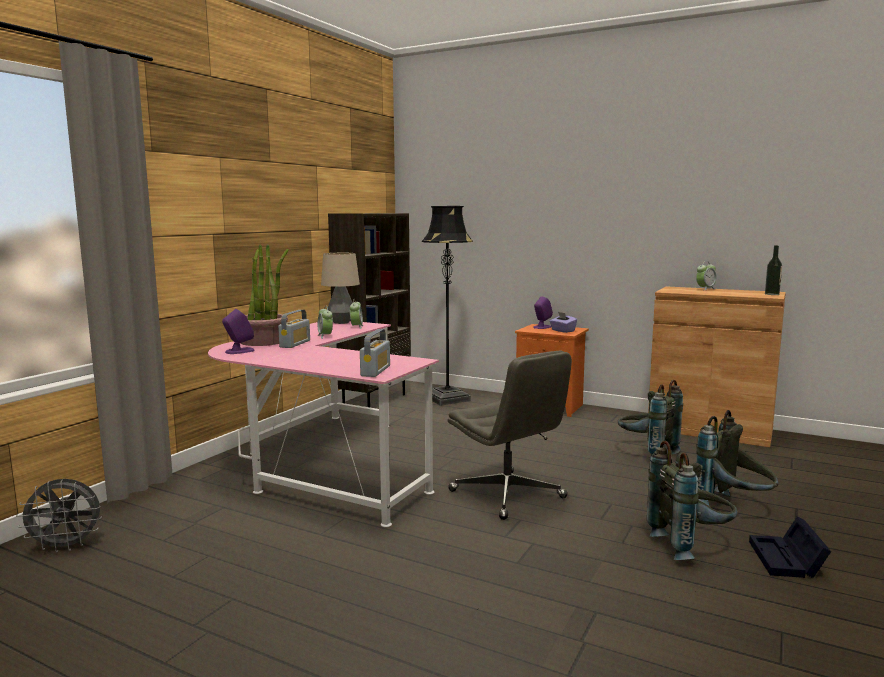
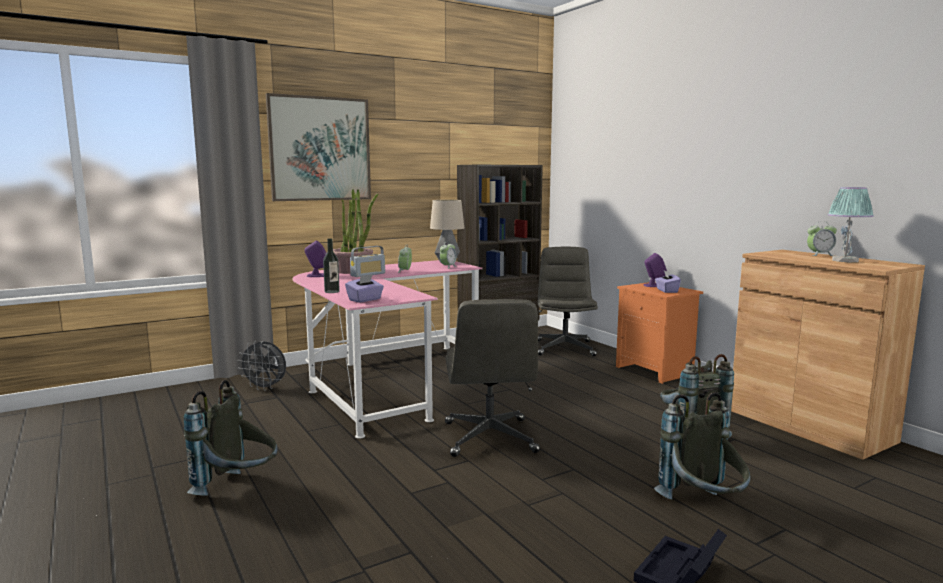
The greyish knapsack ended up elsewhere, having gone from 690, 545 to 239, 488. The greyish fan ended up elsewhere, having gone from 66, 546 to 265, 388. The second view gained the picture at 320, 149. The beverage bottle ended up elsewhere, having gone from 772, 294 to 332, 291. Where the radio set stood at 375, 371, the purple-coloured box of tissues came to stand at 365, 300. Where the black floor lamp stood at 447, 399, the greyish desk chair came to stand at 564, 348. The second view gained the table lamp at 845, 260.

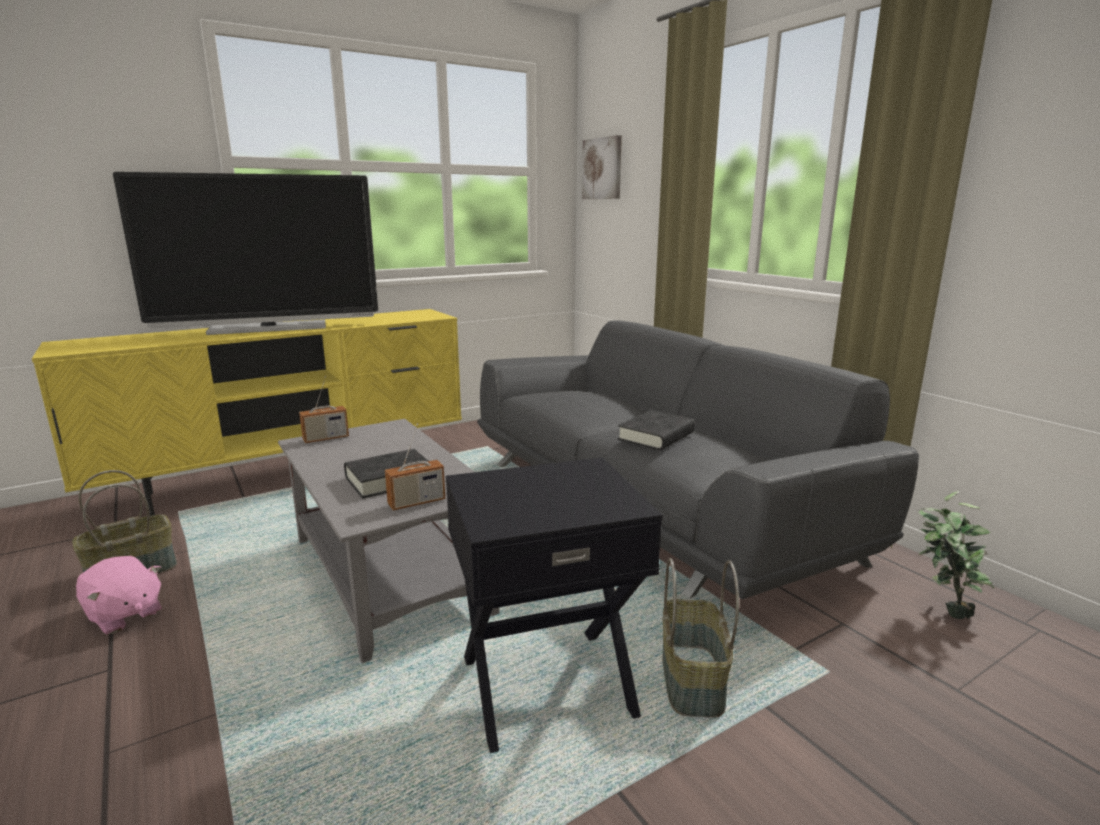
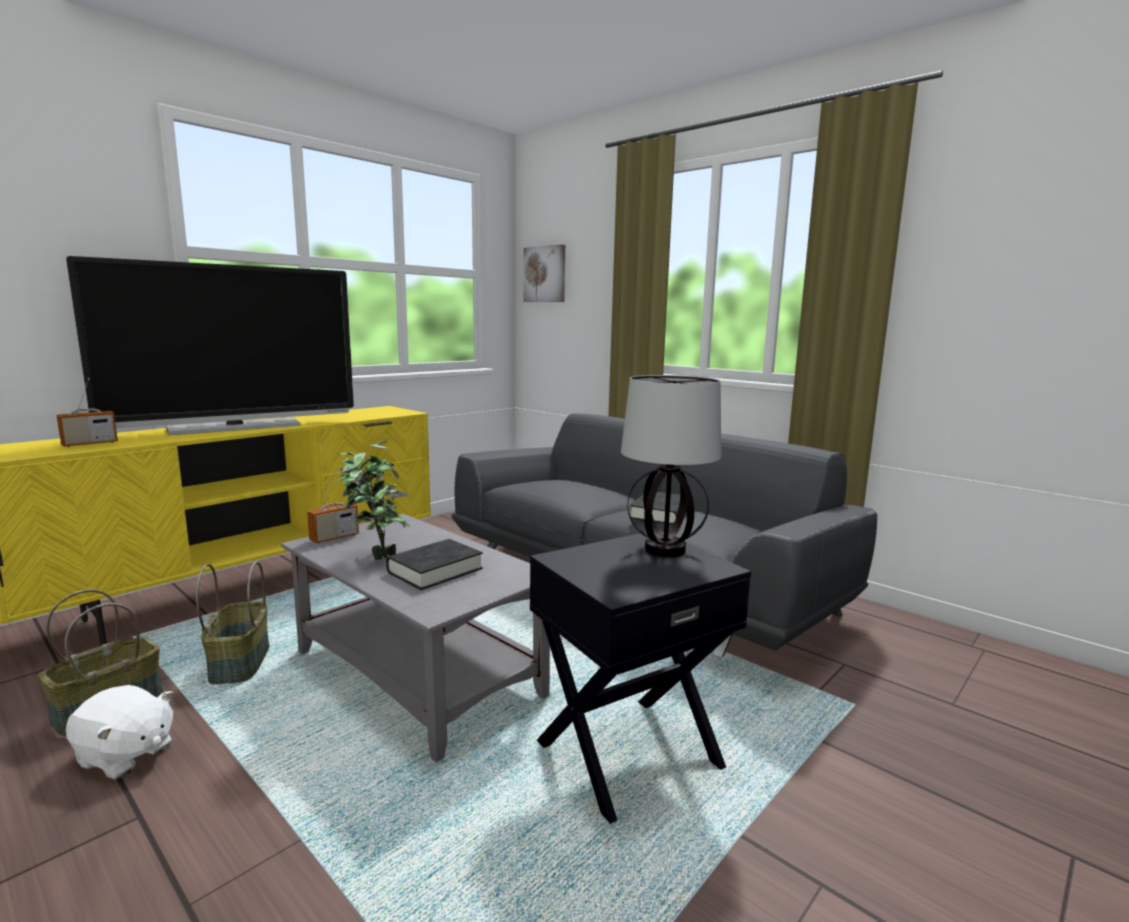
The radio set ended up elsewhere, having gone from 416, 502 to 90, 444. What was the pink-coloured cuddly toy at 124, 615 turned into the white cuddly toy at 125, 756. The household basket ended up elsewhere, having gone from 690, 679 to 239, 662. The potted plant ended up elsewhere, having gone from 942, 609 to 375, 555. The second view gained the table lamp at 664, 550.

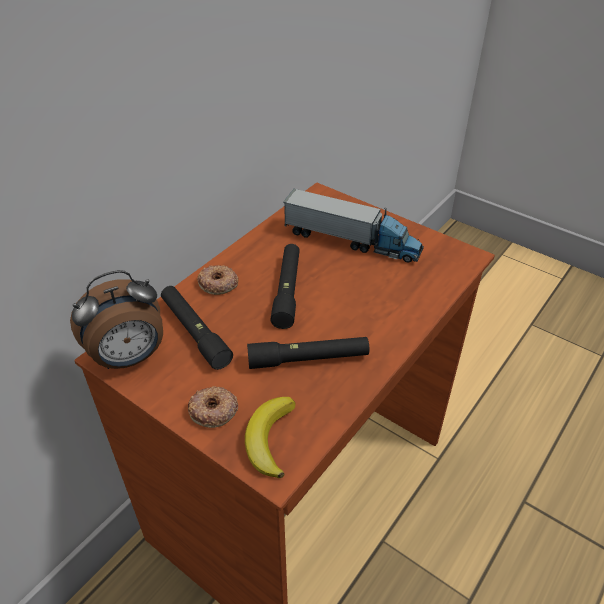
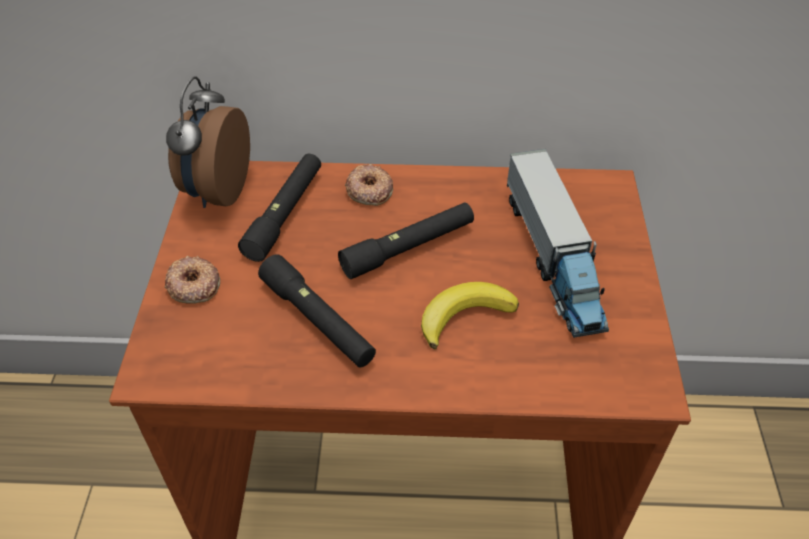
The alarm clock at 129, 358 ended up facing another way, 75 degrees clockwise from before. The banana ended up elsewhere, having gone from 269, 439 to 464, 316.

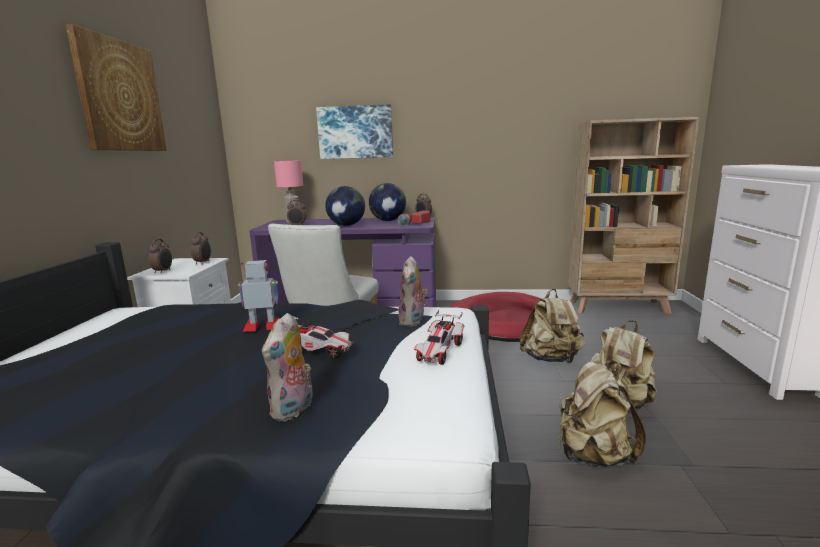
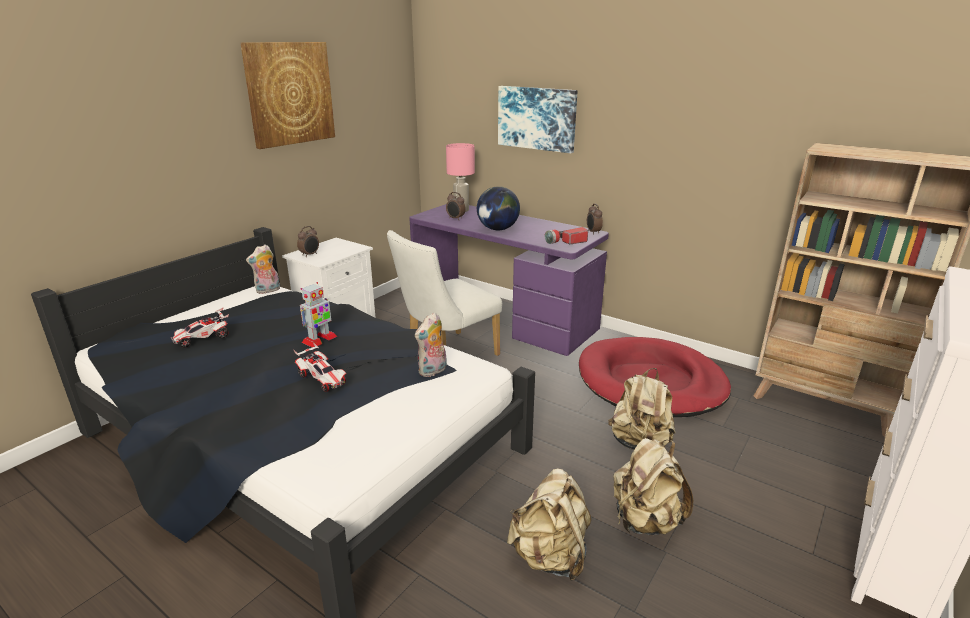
The model car ended up elsewhere, having gone from 440, 352 to 203, 339. The cuddly toy ended up elsewhere, having gone from 293, 410 to 268, 291. The robot figure at 263, 326 ended up facing another way, 105 degrees clockwise from before. The second view lost the alarm clock at 203, 262. The second view lost the desk globe at 388, 220.

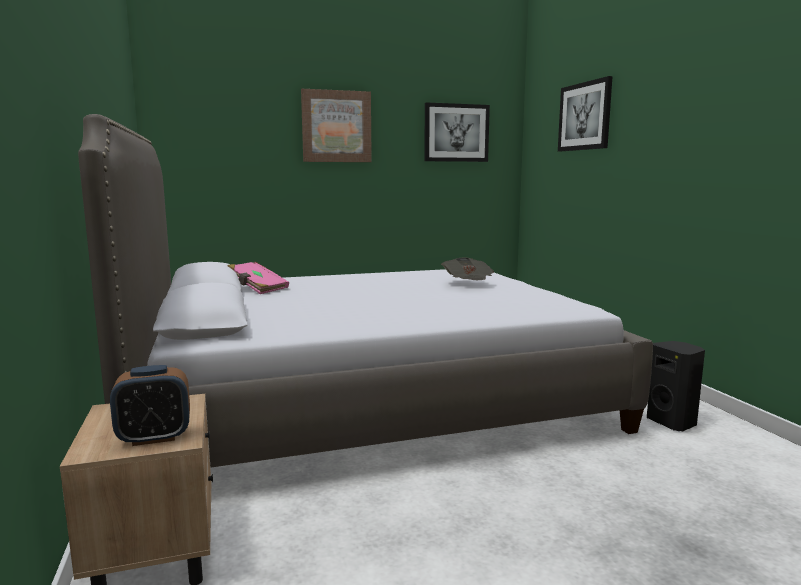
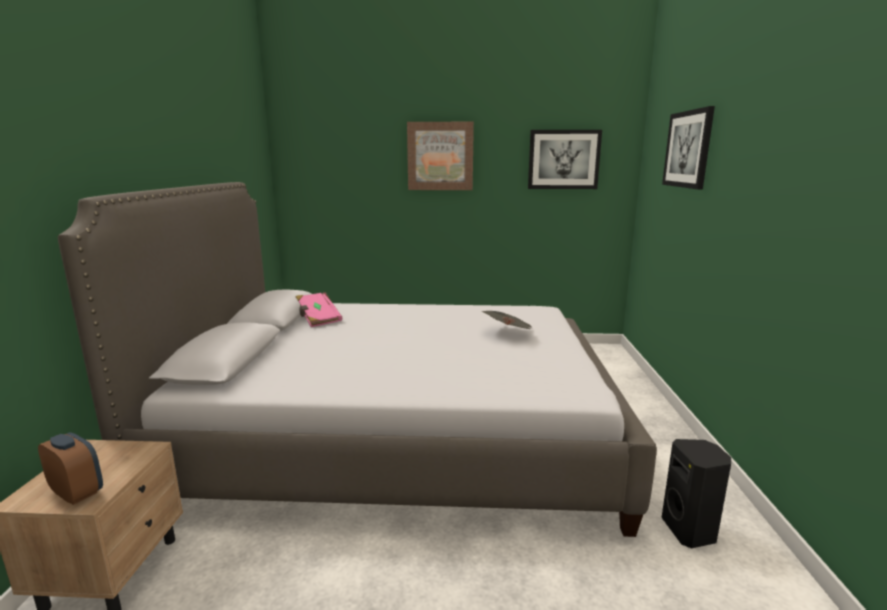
The alarm clock at 154, 437 ended up facing another way, 150 degrees counterclockwise from before.

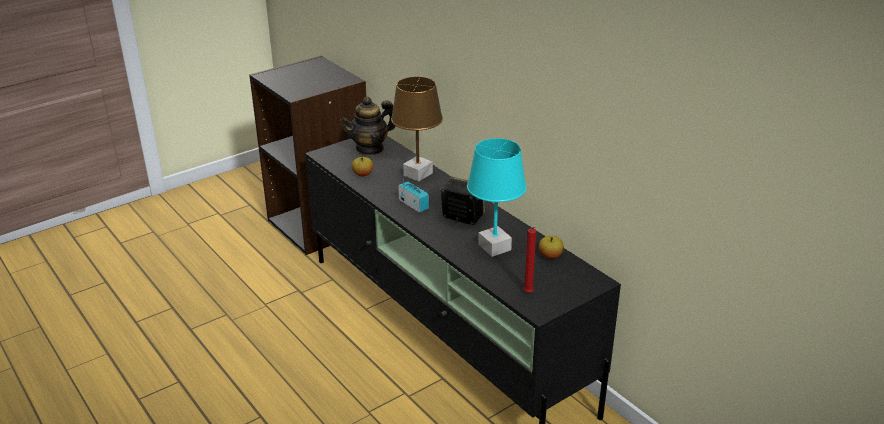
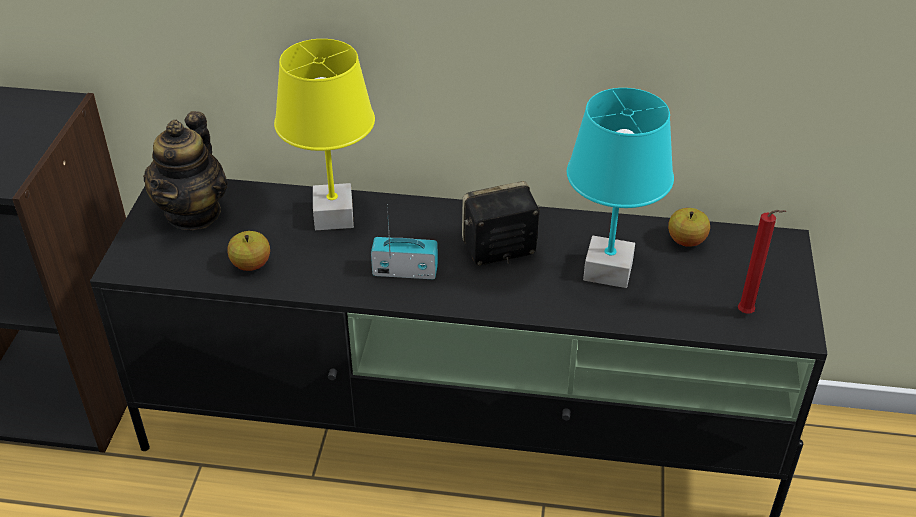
What was the brown table lamp at 418, 174 turned into the yellowish table lamp at 333, 216.

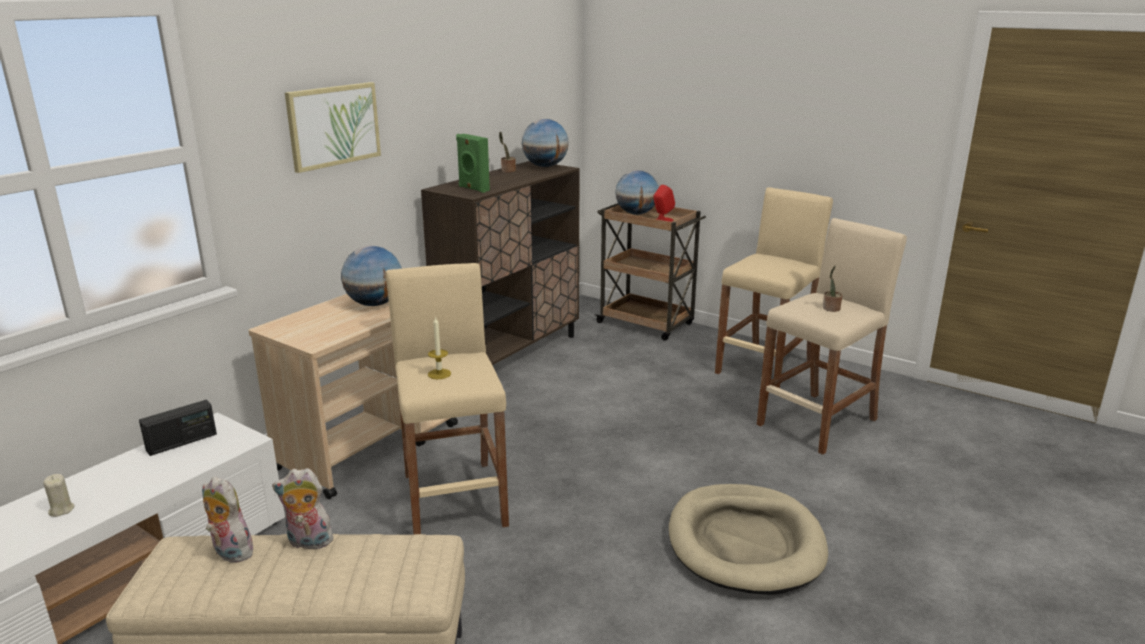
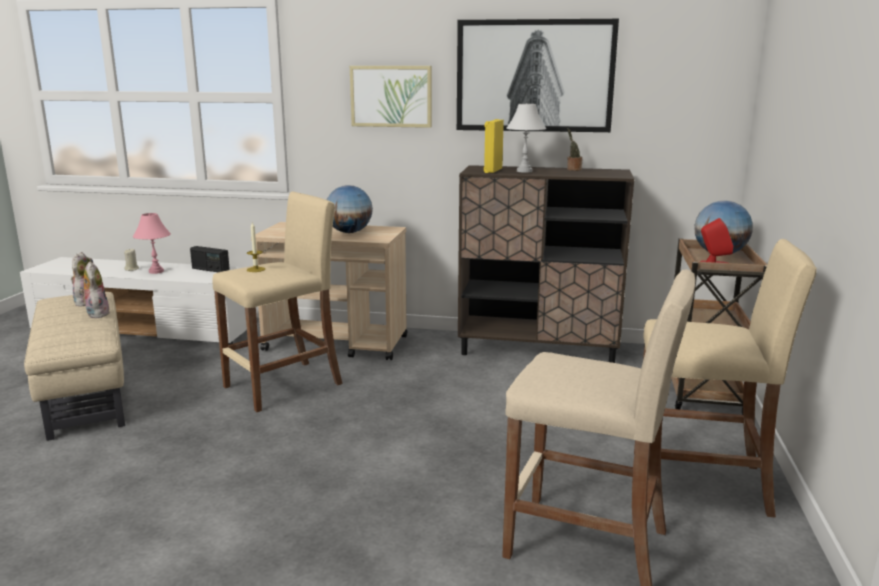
The second view gained the pink-coloured table lamp at 156, 271. The second view gained the picture at 534, 76. What was the green audio speaker at 473, 189 turned into the yellowish audio speaker at 492, 170. The second view gained the white table lamp at 524, 171. The second view lost the desk globe at 545, 166. The second view lost the beige pet bed at 745, 543. The second view lost the potted plant at 831, 309.

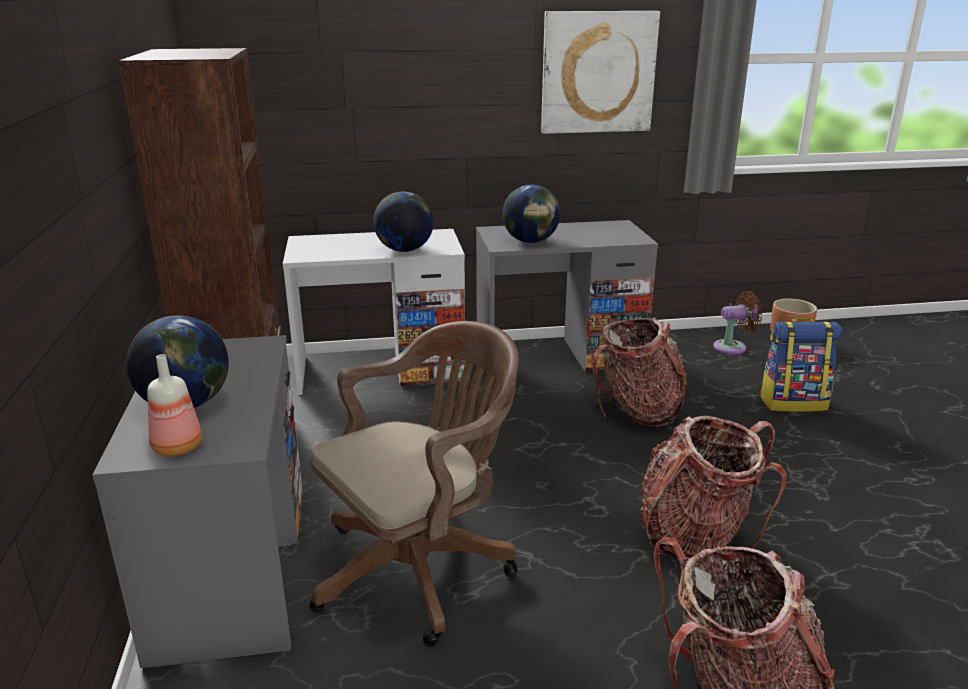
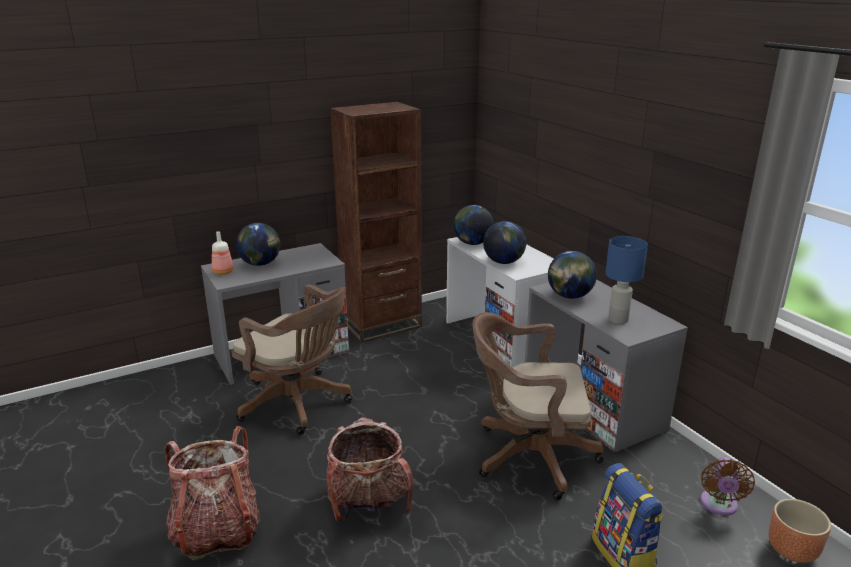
The second view gained the desk globe at 472, 243. Where the knapsack stood at 635, 411, the brown desk chair came to stand at 528, 456. The second view gained the blue table lamp at 617, 320. The brown fan at 733, 347 ended up facing another way, 45 degrees clockwise from before. The second view lost the picture at 598, 72.

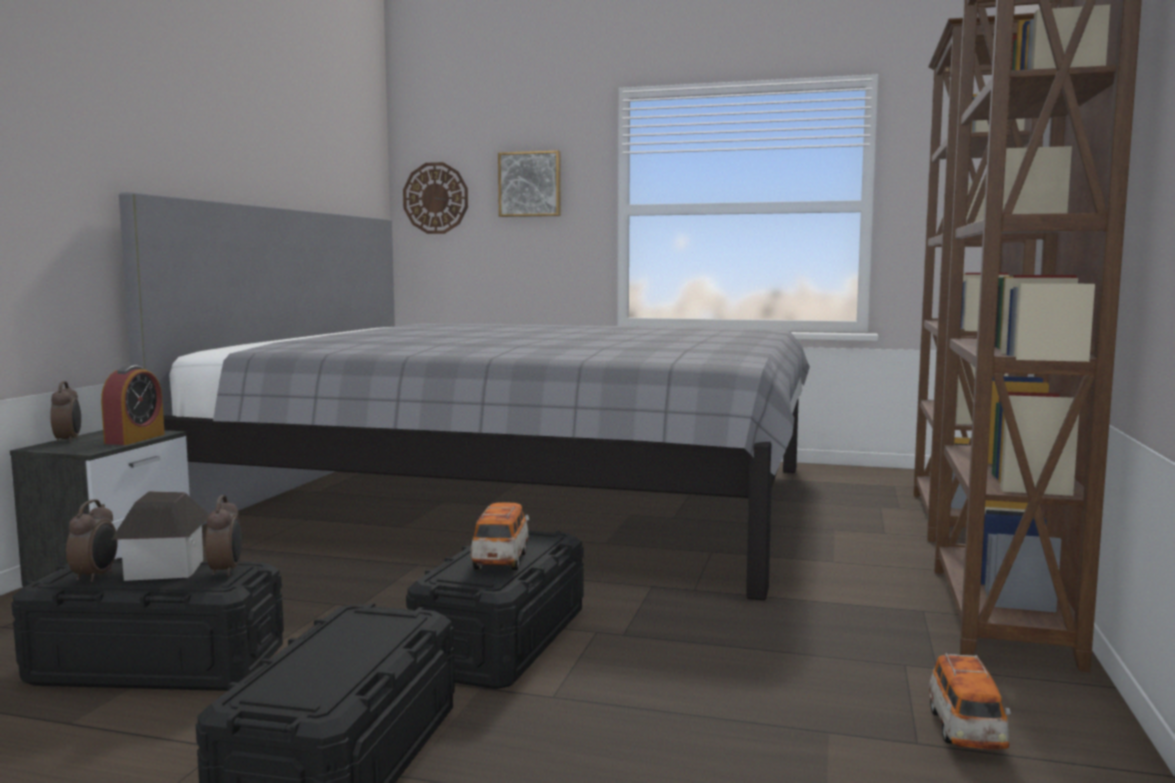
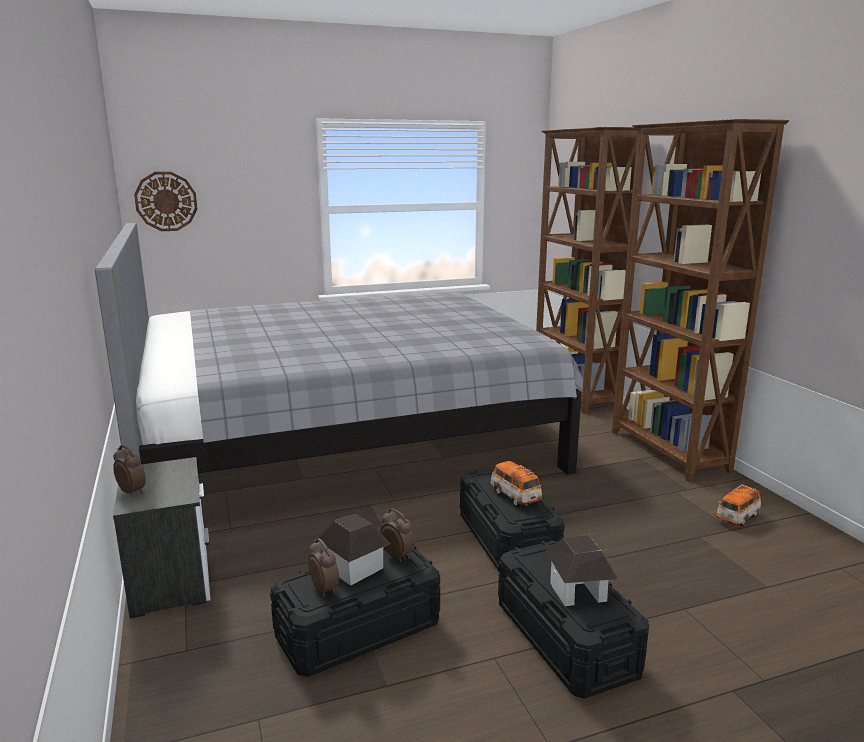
The second view gained the toy house at 578, 591. The model car at 965, 731 ended up facing another way, 75 degrees clockwise from before. The second view lost the alarm clock at 135, 439. The second view lost the picture at 530, 184.

